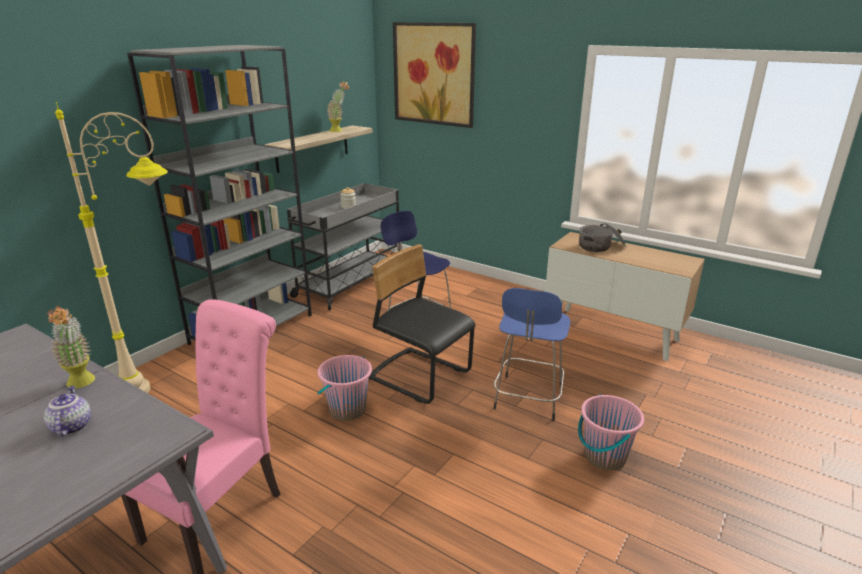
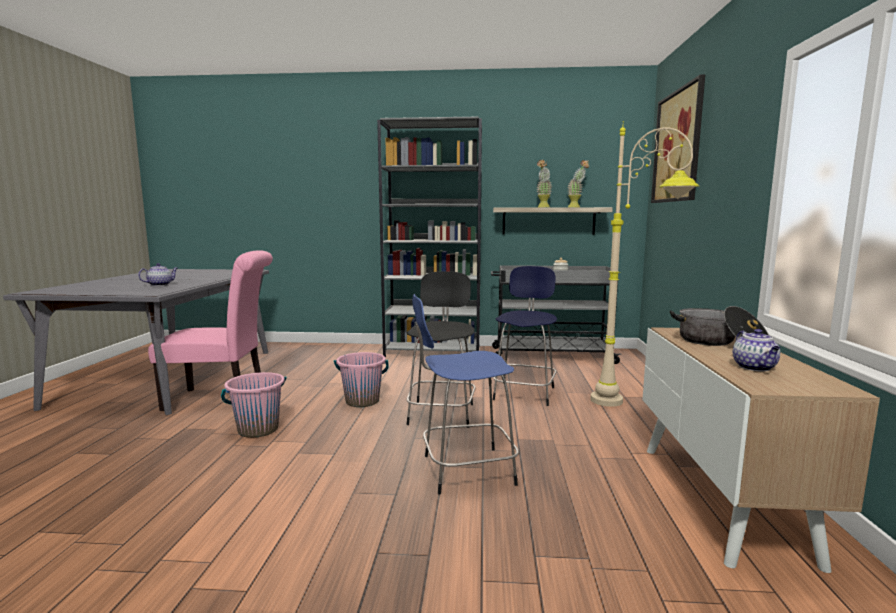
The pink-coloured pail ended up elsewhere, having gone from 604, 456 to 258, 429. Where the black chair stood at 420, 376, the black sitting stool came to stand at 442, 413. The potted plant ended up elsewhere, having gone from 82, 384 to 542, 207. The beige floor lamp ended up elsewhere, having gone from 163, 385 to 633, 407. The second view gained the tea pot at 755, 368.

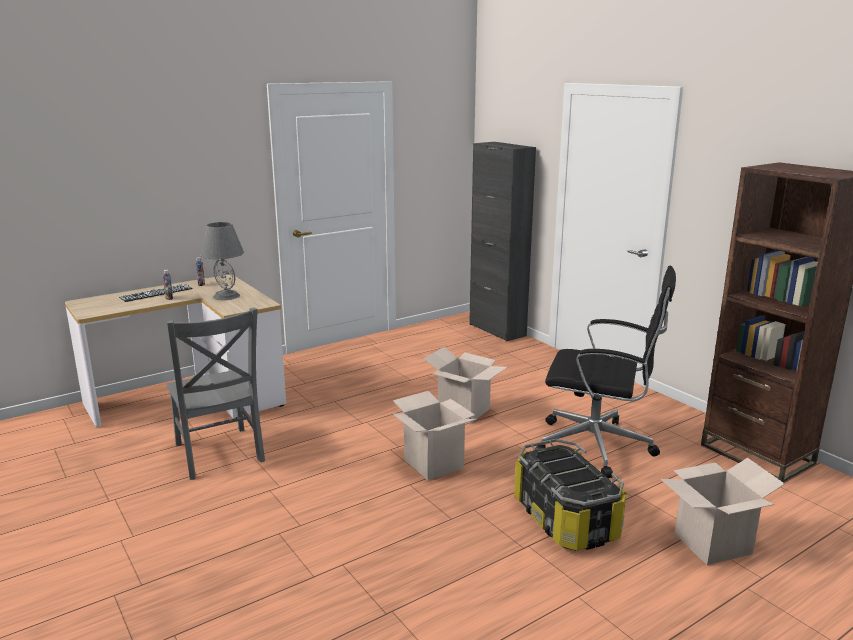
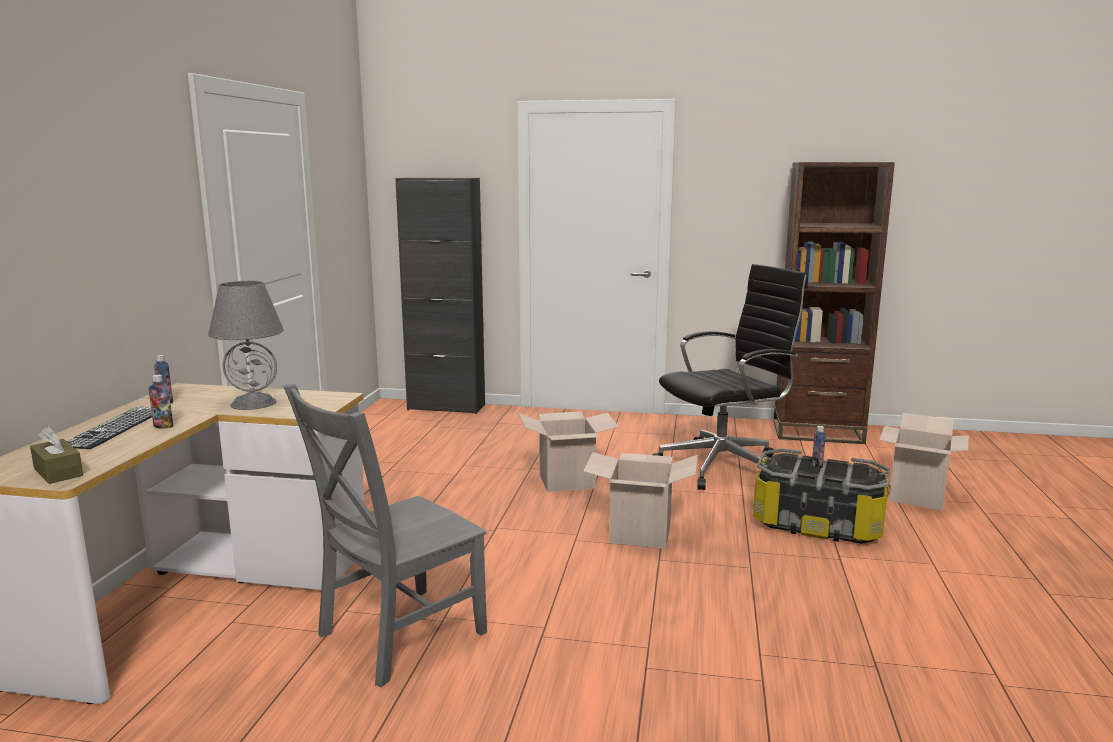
The second view gained the brown box of tissues at 58, 472. The greyish chair at 219, 455 ended up facing another way, 120 degrees clockwise from before. The second view gained the beverage bottle at 817, 465.

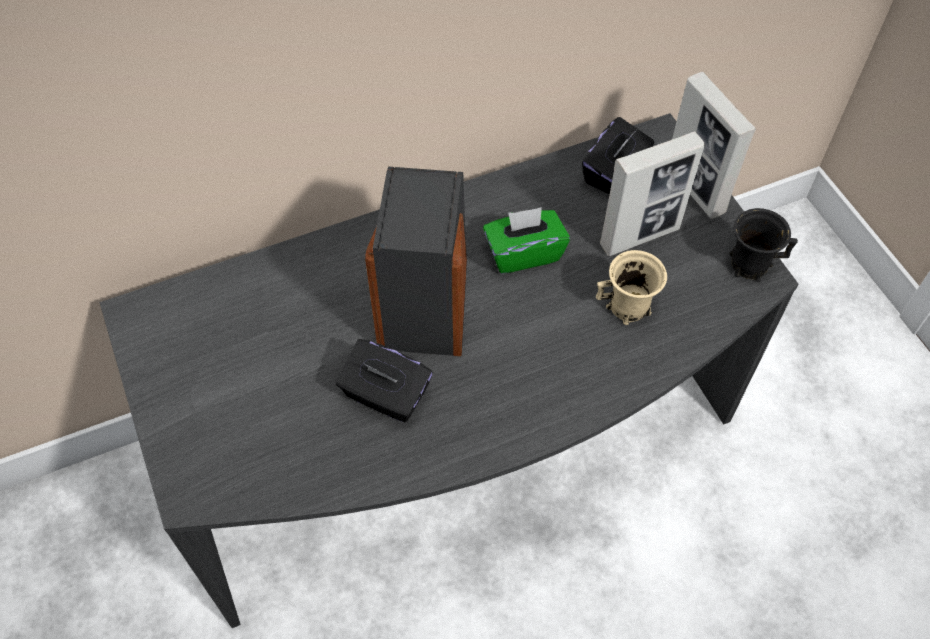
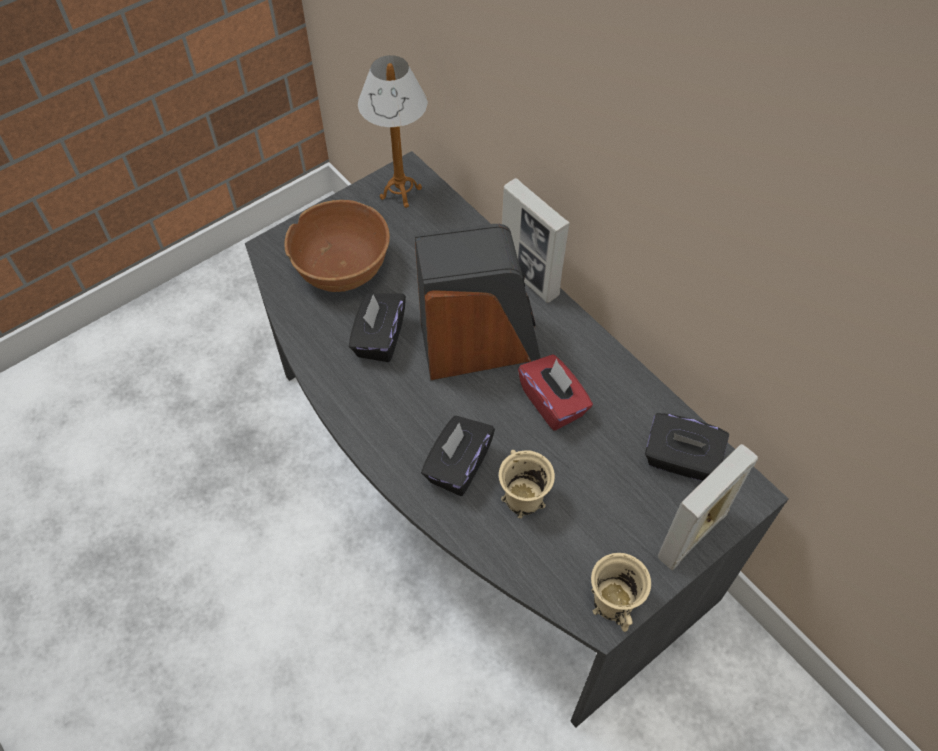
The second view gained the brown deep dish at 342, 269. The second view gained the table lamp at 401, 193. The second view gained the black box of tissues at 458, 466. The standing frame ended up elsewhere, having gone from 640, 236 to 529, 278. What was the green box of tissues at 523, 253 turned into the red-coloured box of tissues at 553, 403. What was the black mug at 749, 263 turned into the beige mug at 614, 601.

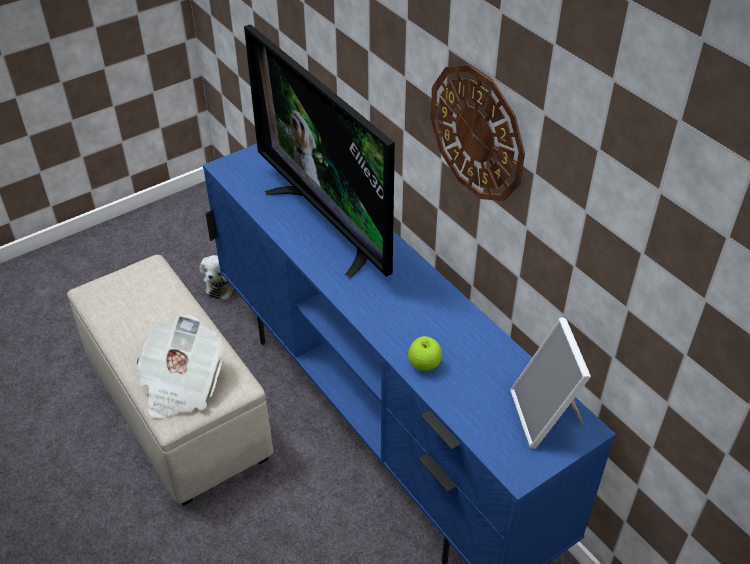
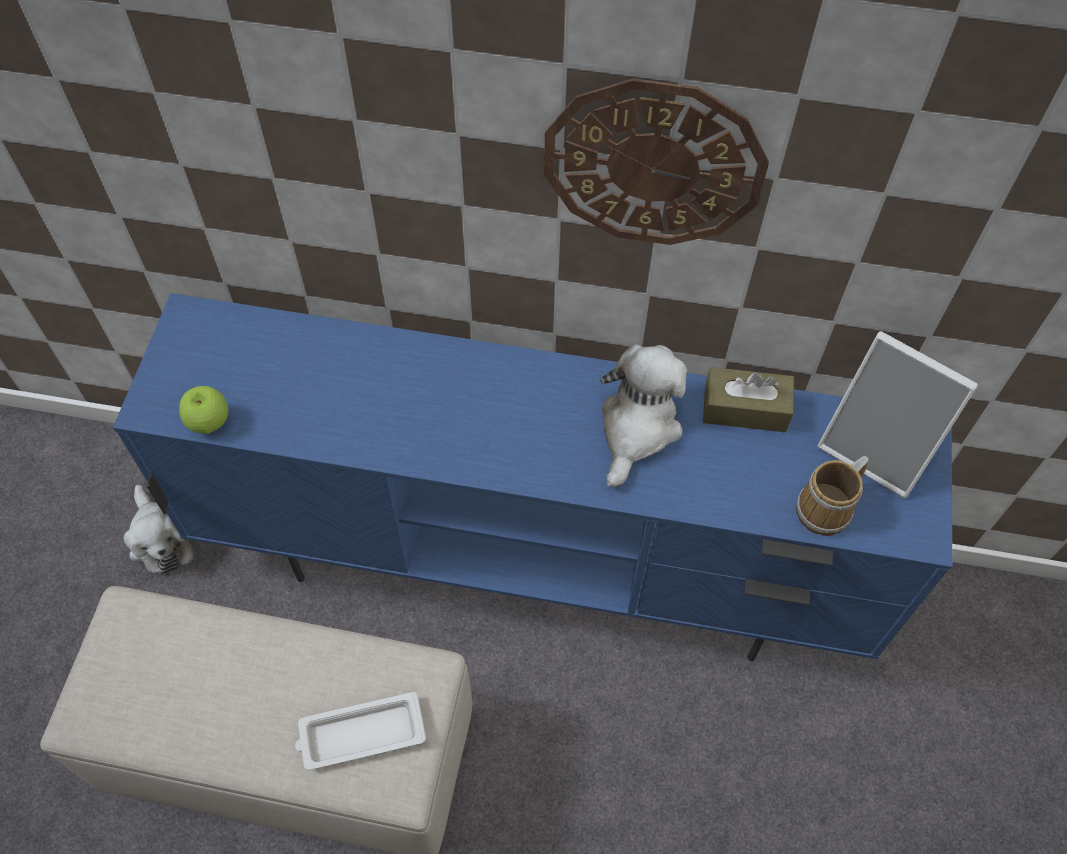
The apple fruit ended up elsewhere, having gone from 424, 365 to 209, 422. Where the newspaper stood at 181, 384, the white serving tray came to stand at 360, 734. The second view gained the cuddly toy at 637, 428. The second view gained the brown box of tissues at 745, 409. The second view gained the mug at 827, 509. The second view lost the TV set at 330, 222.

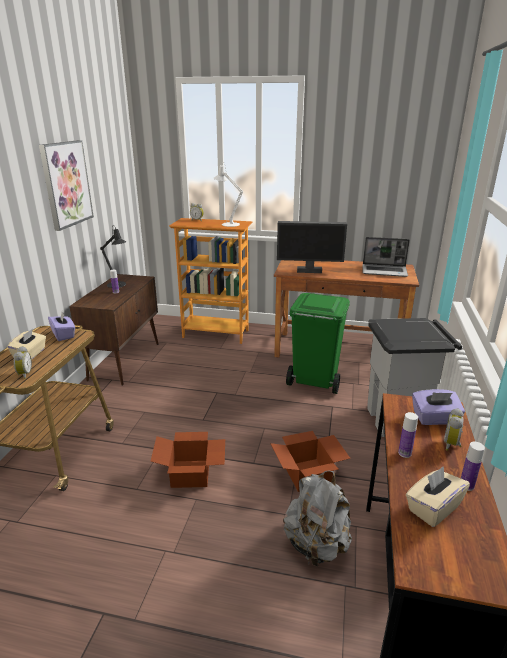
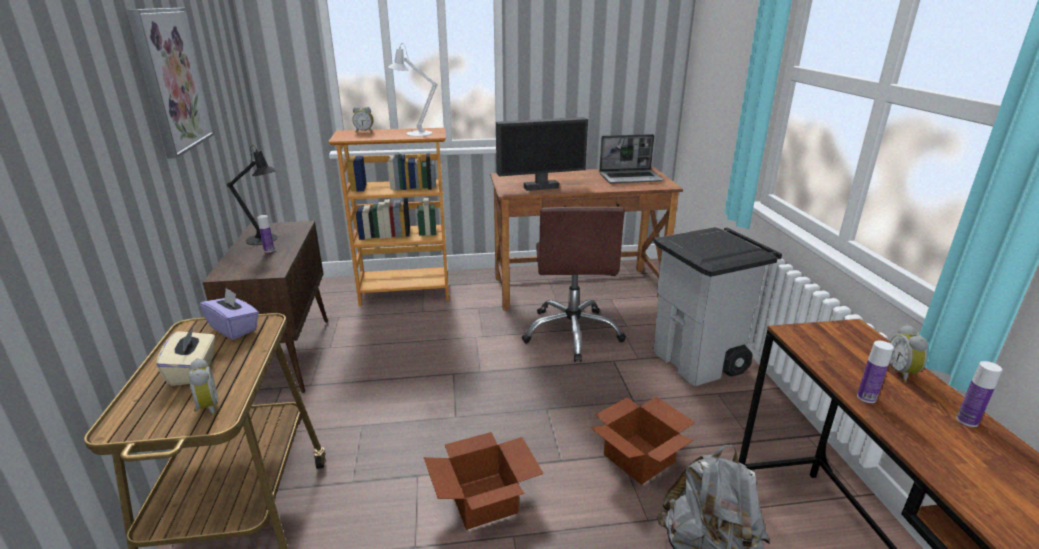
Where the green trash can stood at 314, 381, the brown desk chair came to stand at 572, 333. The second view lost the beige box of tissues at 433, 508. The second view lost the purple-coloured box of tissues at 435, 419.

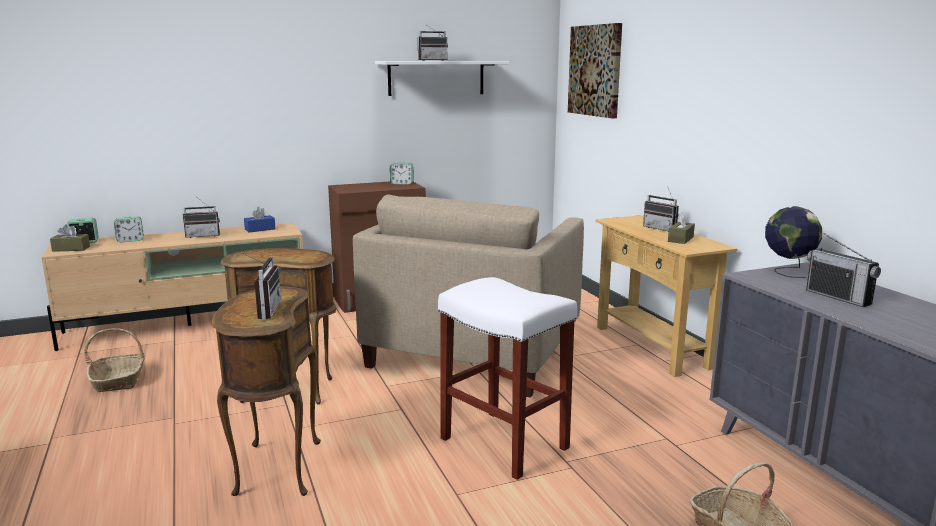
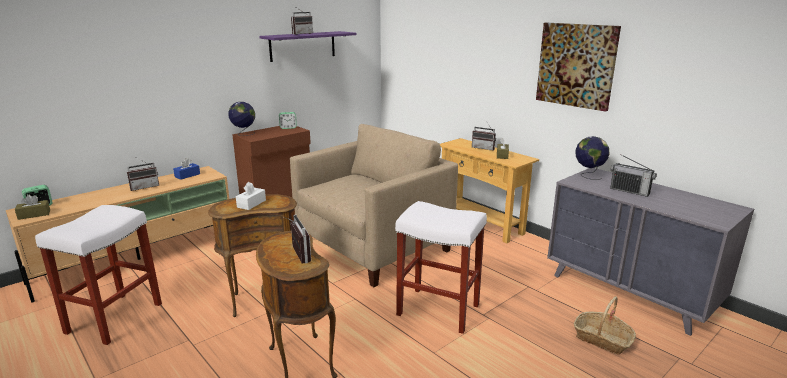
Where the household basket stood at 119, 380, the white sitting stool came to stand at 115, 317. The second view gained the desk globe at 243, 134. The second view gained the white box of tissues at 251, 204. What was the white bracket shelf at 436, 78 turned into the purple-coloured bracket shelf at 302, 46. The beige lounge chair at 473, 352 ended up facing another way, 135 degrees counterclockwise from before. The picture ended up elsewhere, having gone from 595, 70 to 576, 65. The second view lost the alarm clock at 130, 240.

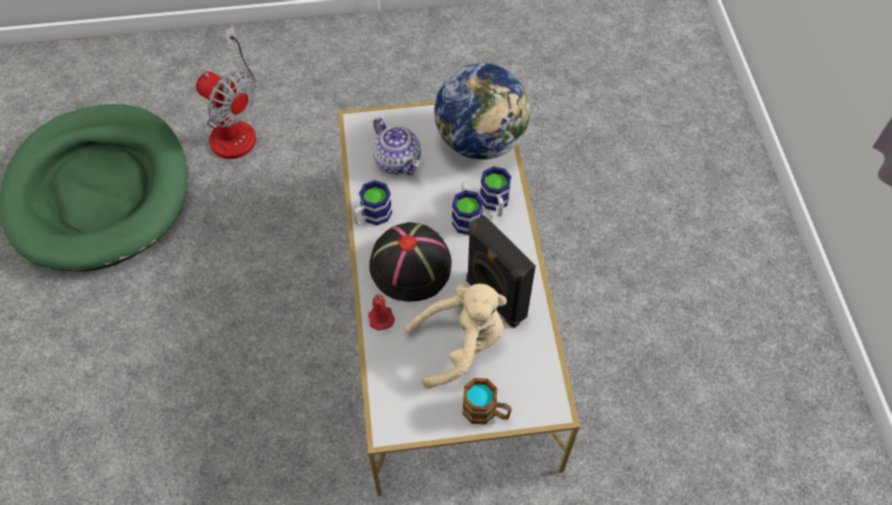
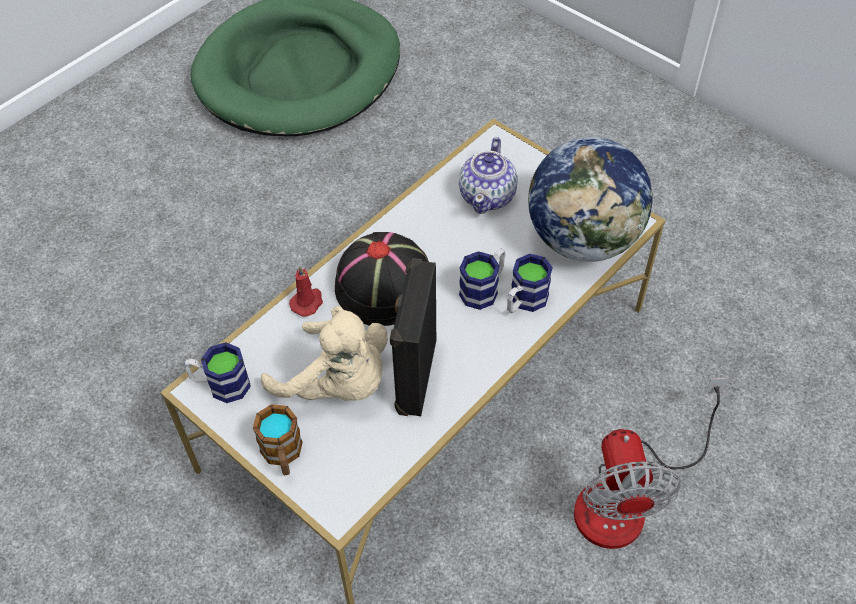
The mug ended up elsewhere, having gone from 372, 216 to 220, 385. The fan ended up elsewhere, having gone from 234, 126 to 627, 498.

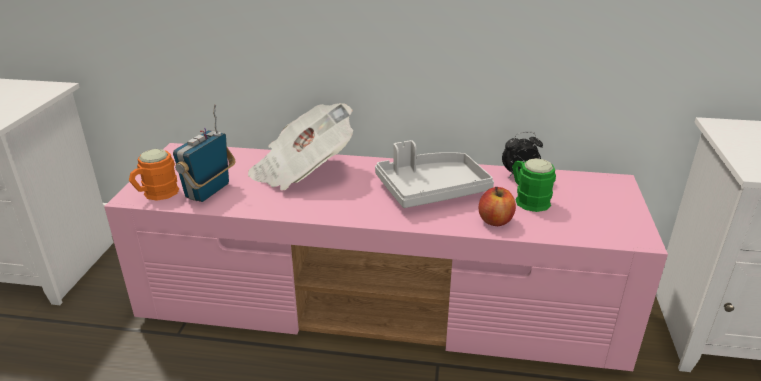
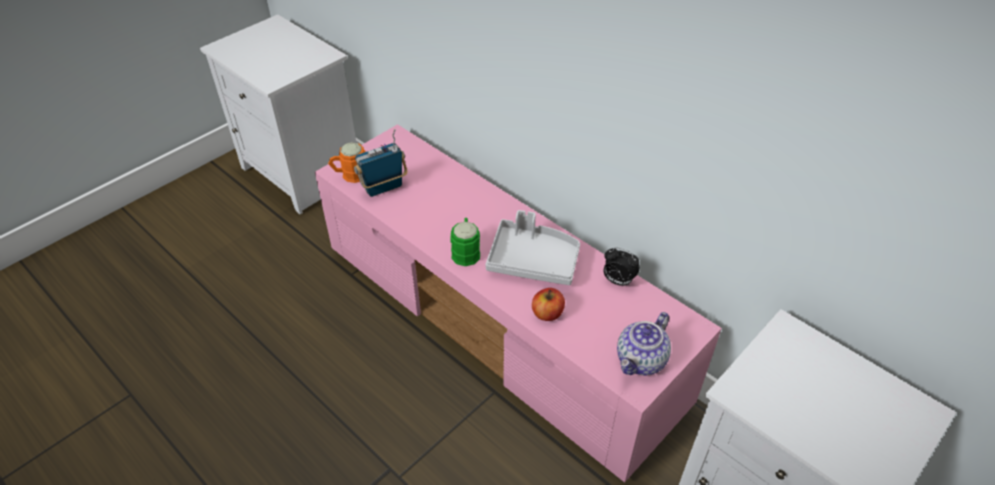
The green mug ended up elsewhere, having gone from 527, 199 to 466, 251. The second view gained the tea pot at 641, 361. The second view lost the newspaper at 302, 170.

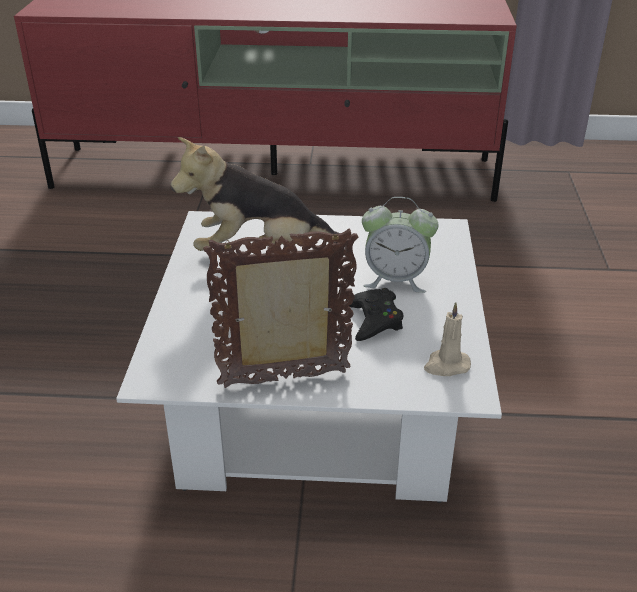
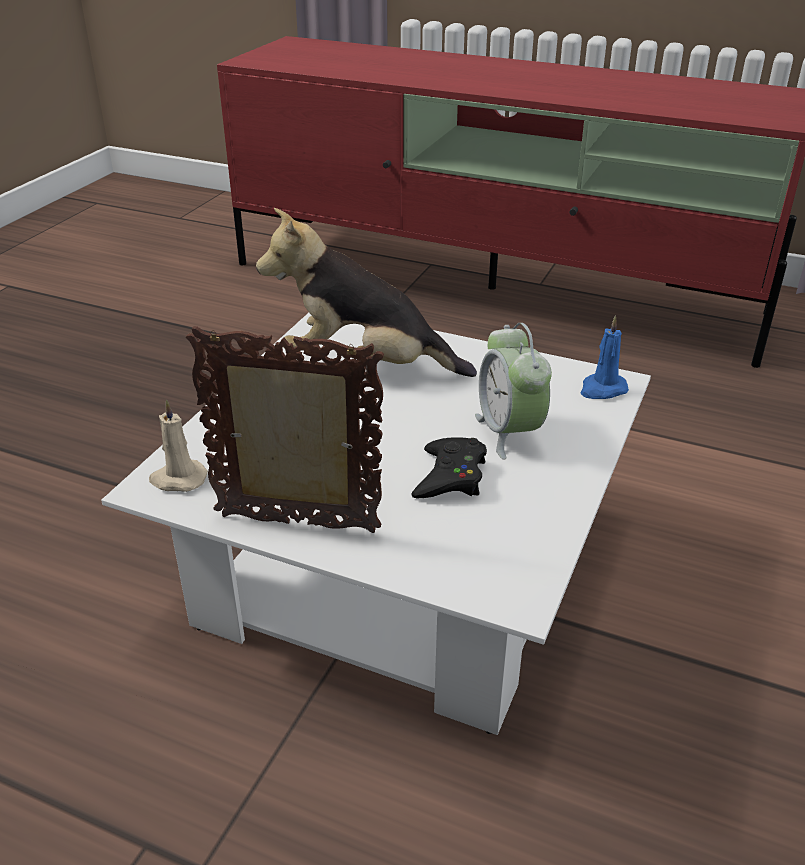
The beige wax candle ended up elsewhere, having gone from 446, 365 to 178, 479. The alarm clock at 396, 280 ended up facing another way, 45 degrees clockwise from before. The second view gained the blue wax candle at 602, 389.

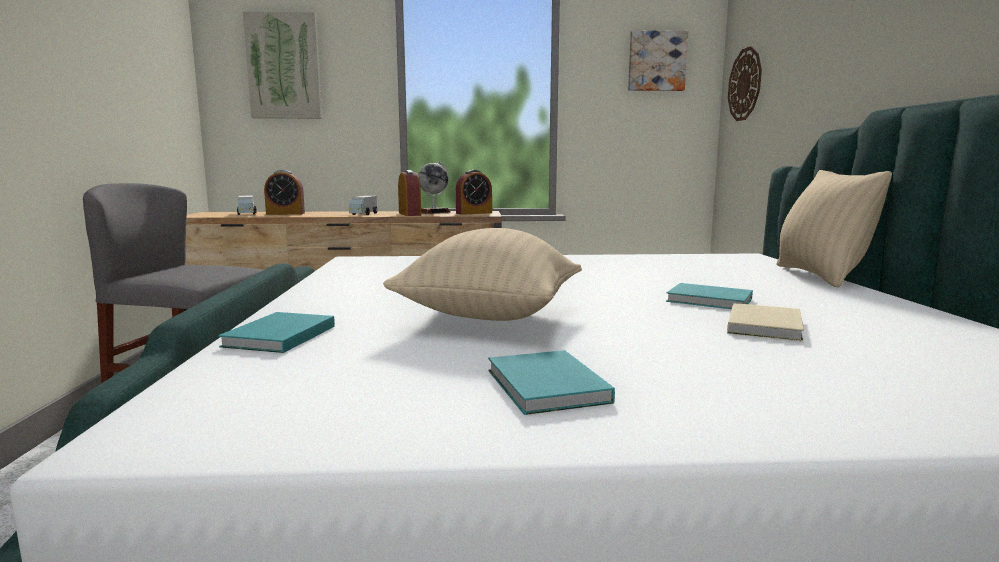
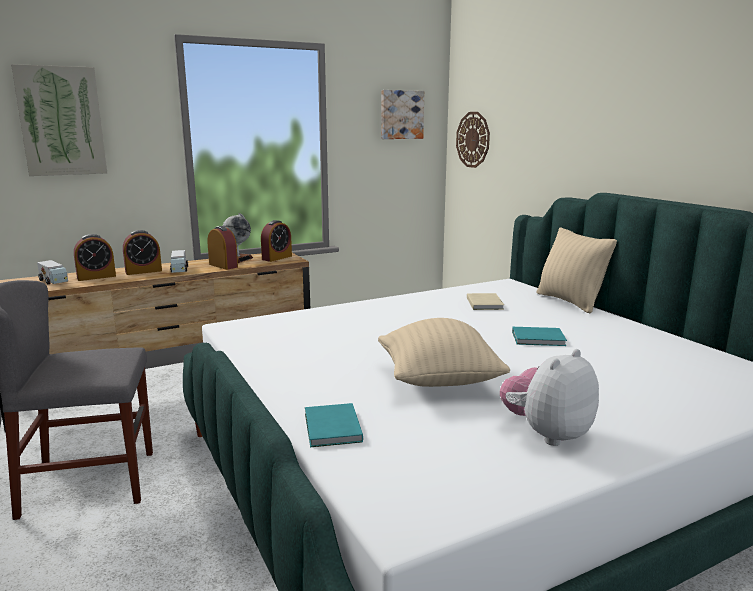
The second view gained the alarm clock at 143, 271. The beige book ended up elsewhere, having gone from 766, 325 to 485, 303. Where the turquoise-coloured book stood at 546, 387, the cuddly toy came to stand at 547, 434.

